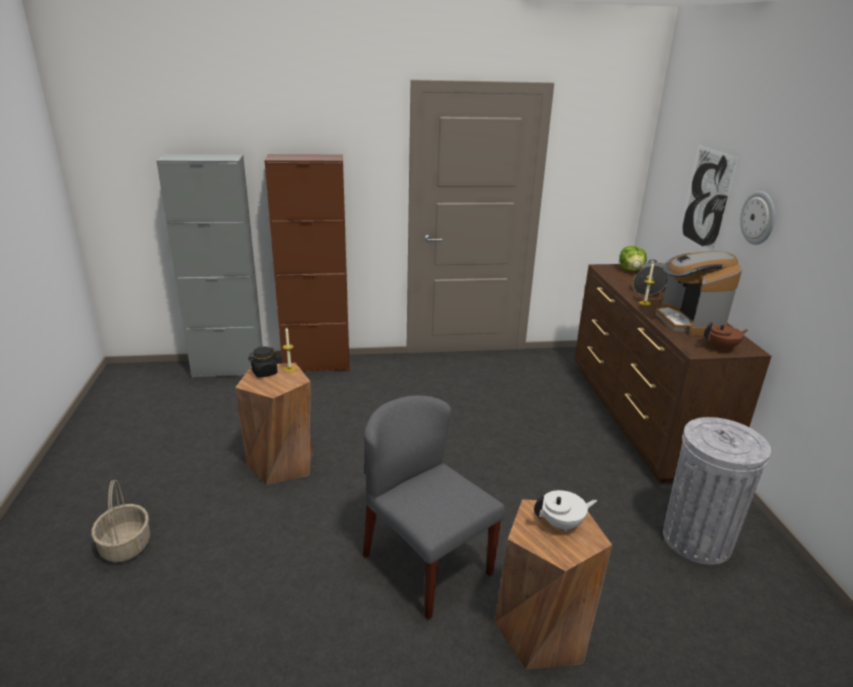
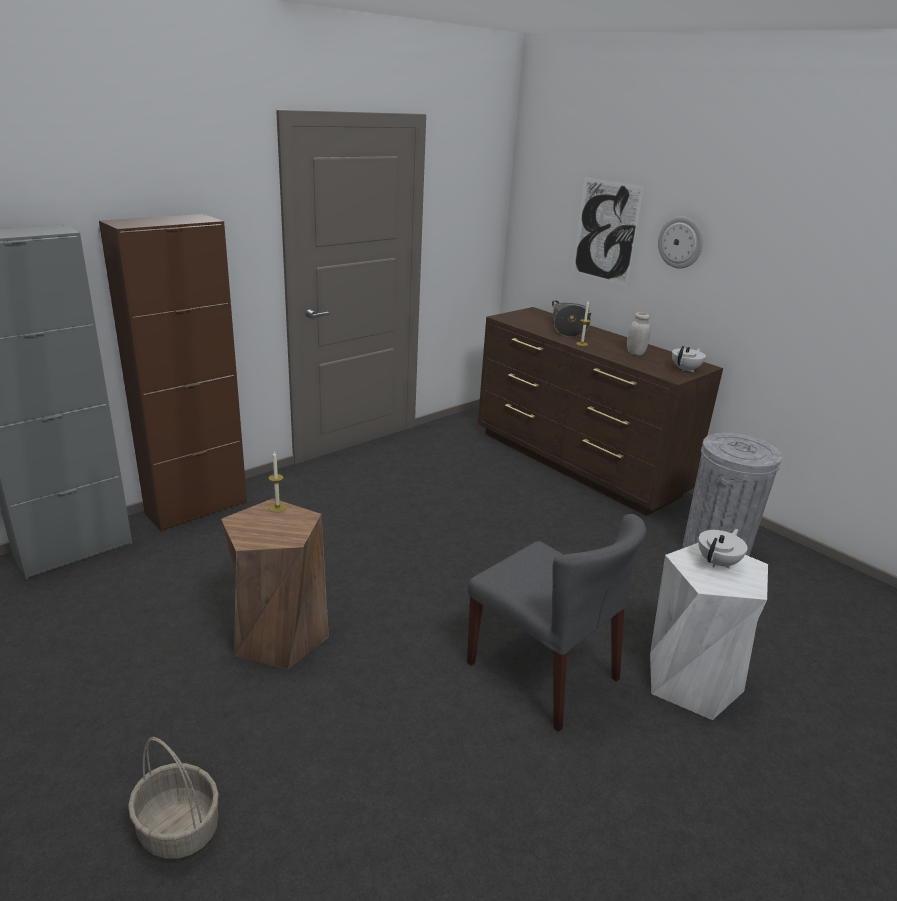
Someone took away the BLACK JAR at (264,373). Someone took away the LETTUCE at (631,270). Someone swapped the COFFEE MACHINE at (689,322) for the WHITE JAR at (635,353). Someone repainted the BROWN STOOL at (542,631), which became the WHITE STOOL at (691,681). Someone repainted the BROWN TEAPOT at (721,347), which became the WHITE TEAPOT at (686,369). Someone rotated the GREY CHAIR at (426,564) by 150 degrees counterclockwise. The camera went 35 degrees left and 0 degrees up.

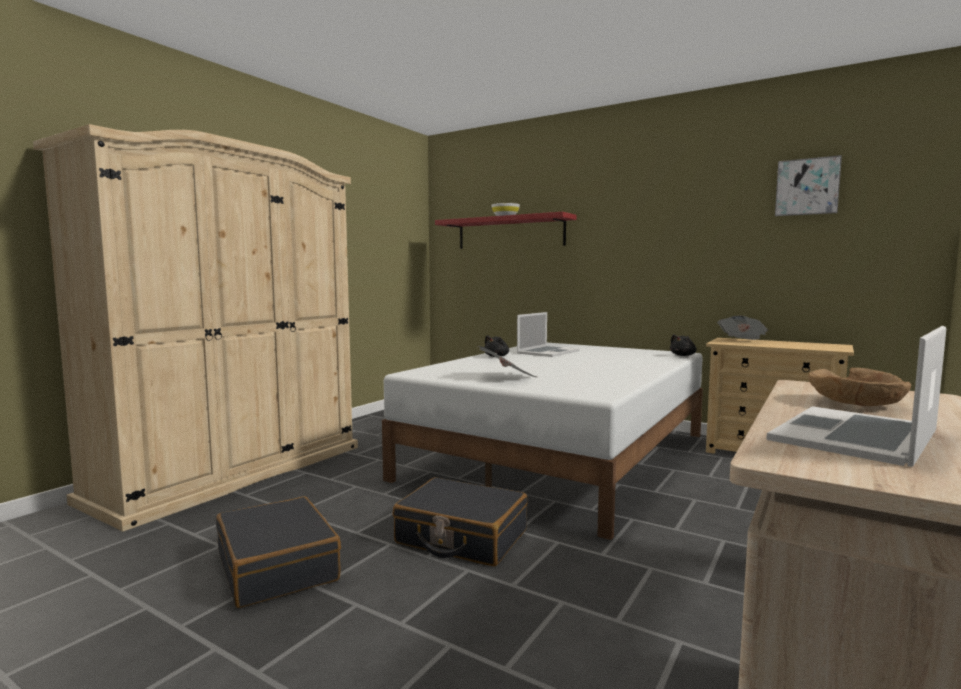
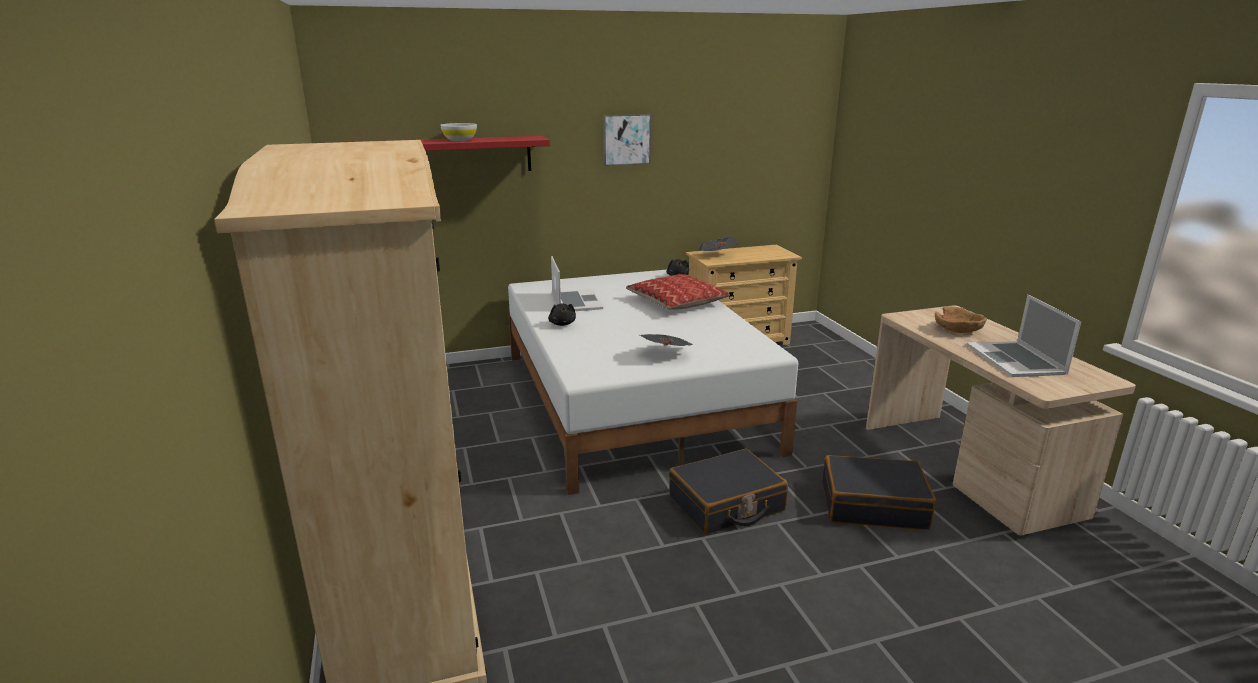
Someone put down the PILLOW at (677,302). Someone carried the BLACK SUITCASE from (278,566) to (873,505). Someone carried the PICTURE from (807,187) to (626,139). The camera went 50 degrees left and 15 degrees up.

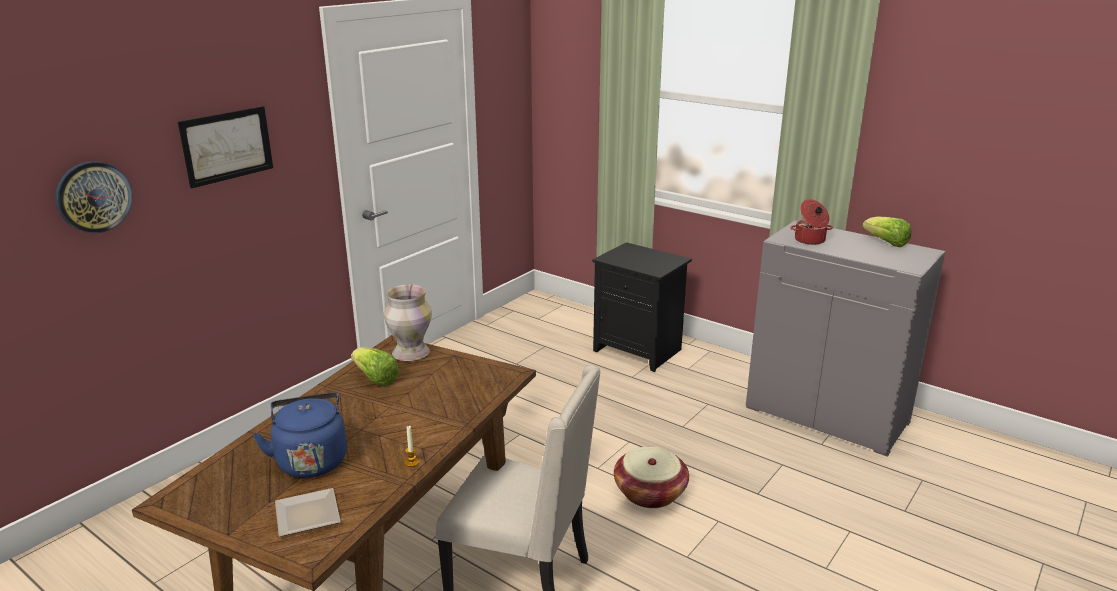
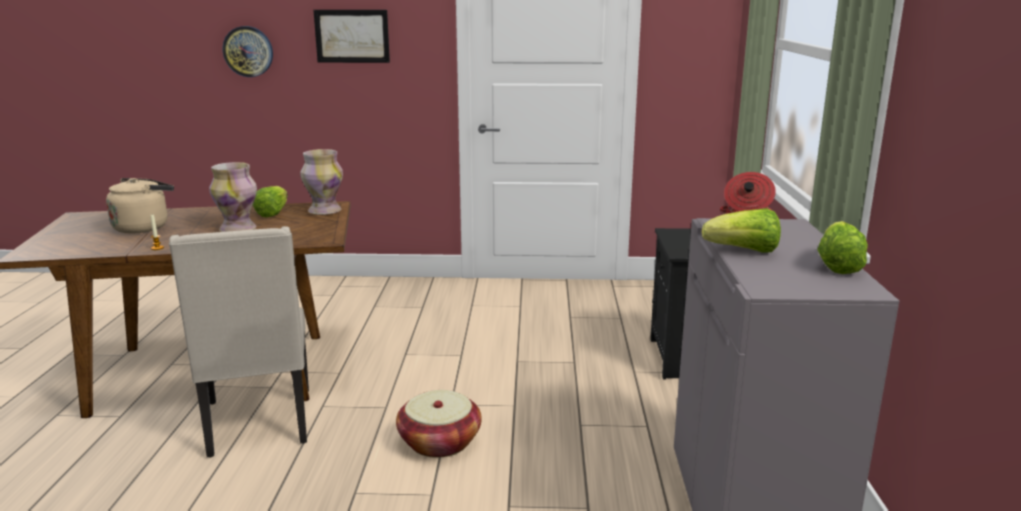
Someone took away the PLATE at (309,514). Someone put down the VASE at (238,229). Someone put down the LETTUCE at (743,251). Someone repainted the BLUE KETTLE at (311,460), which became the BEIGE KETTLE at (144,227). The camera went 55 degrees right and 5 degrees down.

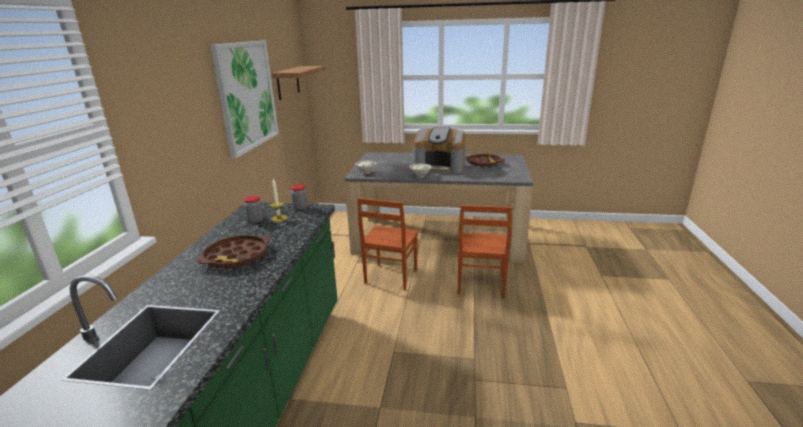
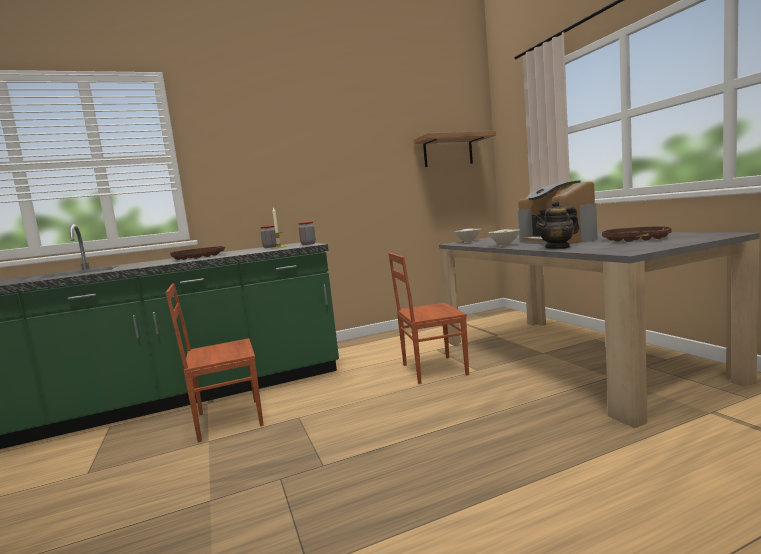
Someone took away the PICTURE at (247,96). Someone put down the TEAPOT at (558,248). Someone carried the BROWN CHAIR from (480,285) to (228,419). The camera went 60 degrees right and 15 degrees down.

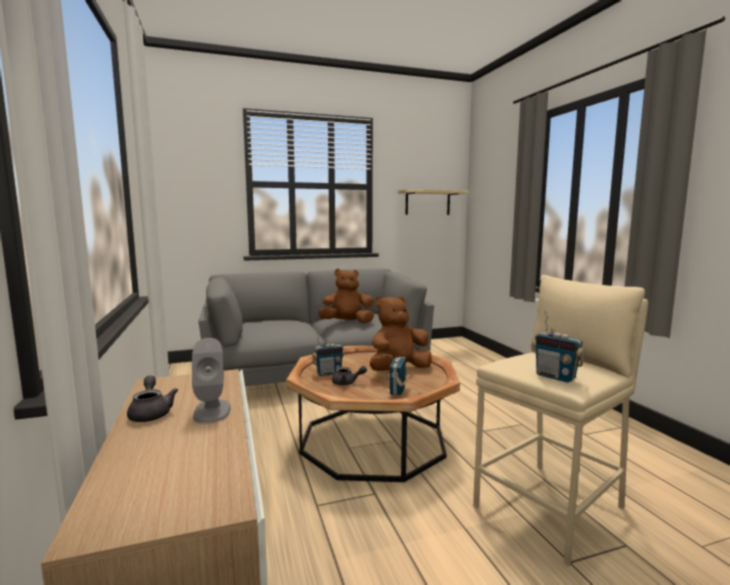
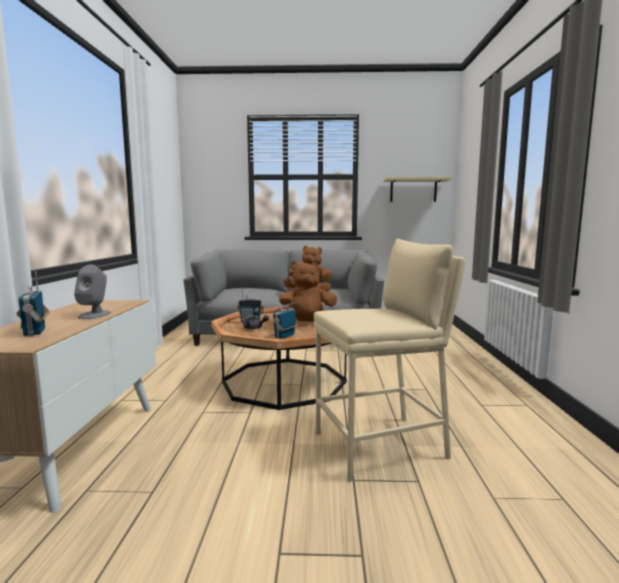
Someone took away the GREY TEAPOT at (151,413). Someone carried the RADIO from (555,377) to (35,332). The camera went 20 degrees right and 0 degrees up.

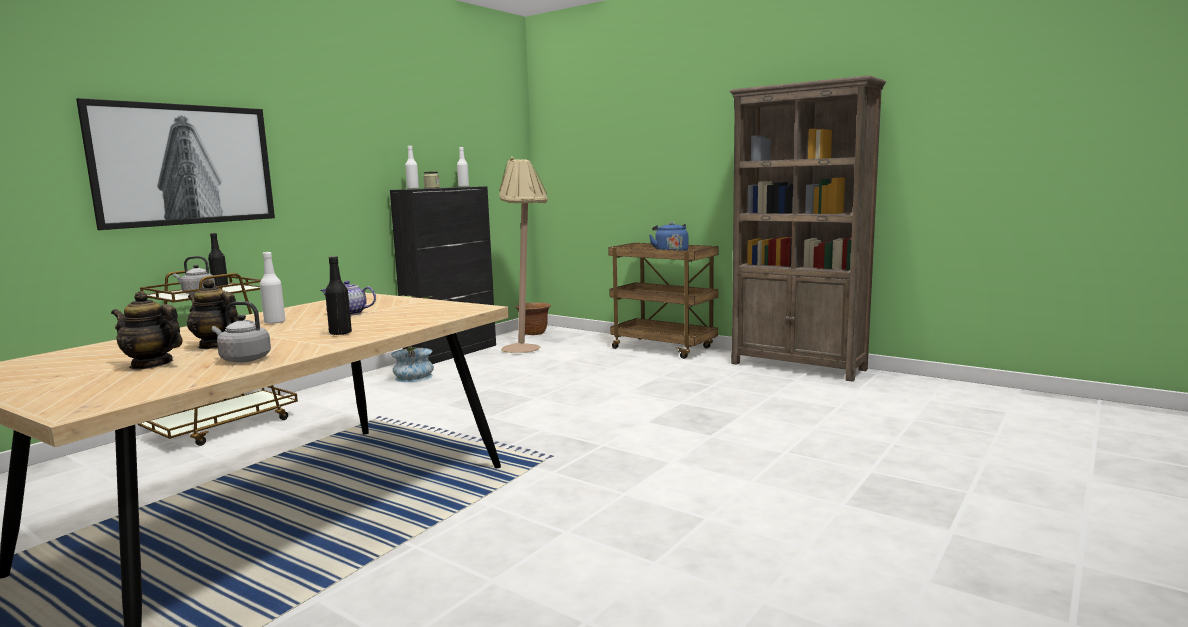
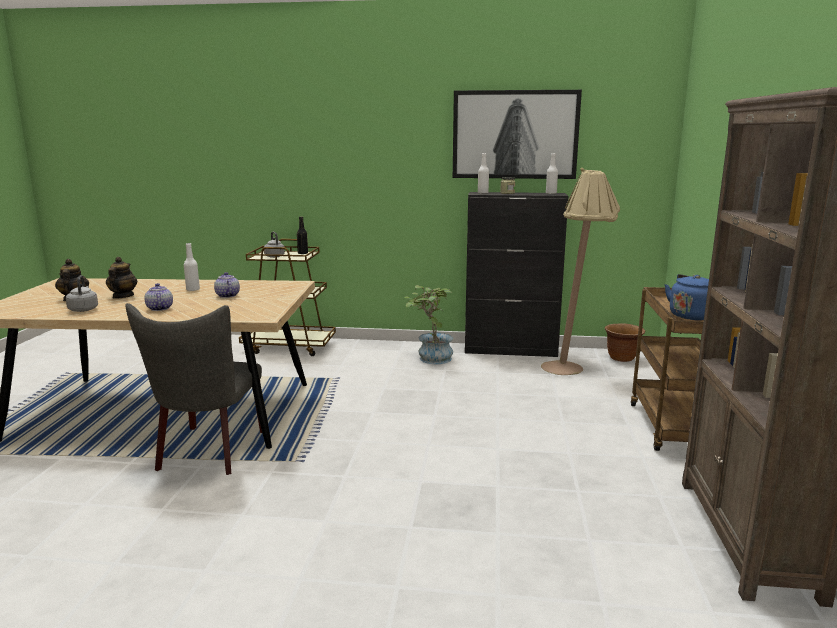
Someone put down the GREY CHAIR at (208,453). Someone carried the PICTURE from (185,164) to (515,135). Someone swapped the BLACK BOTTLE at (340,333) for the TEAPOT at (159,308). The camera went 60 degrees right and 5 degrees up.

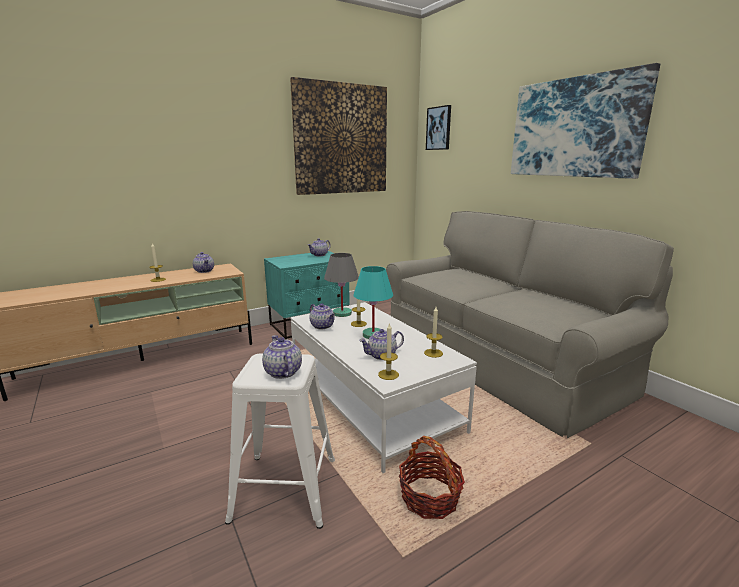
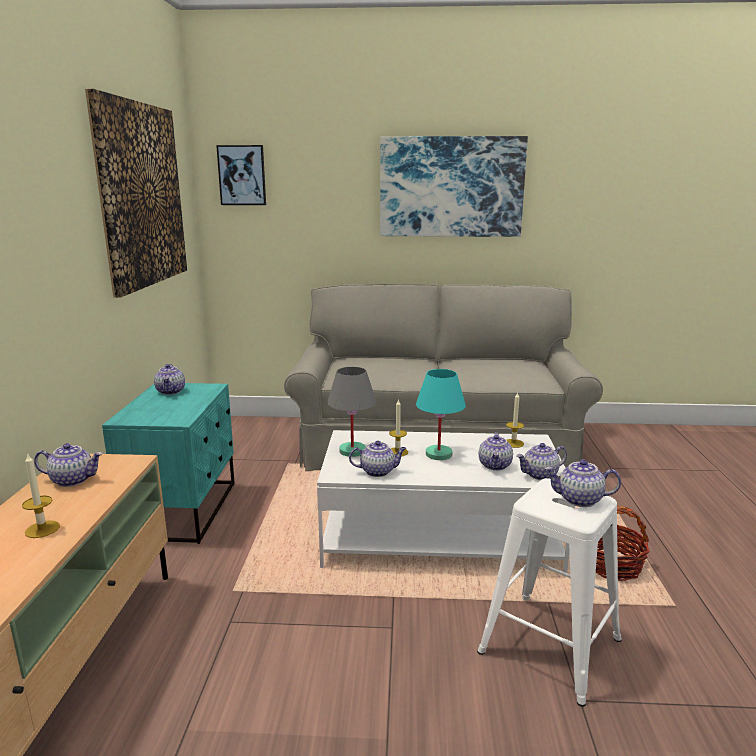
Someone swapped the CANDLE at (388,374) for the TEAPOT at (540,475). The camera went 55 degrees left and 0 degrees up.

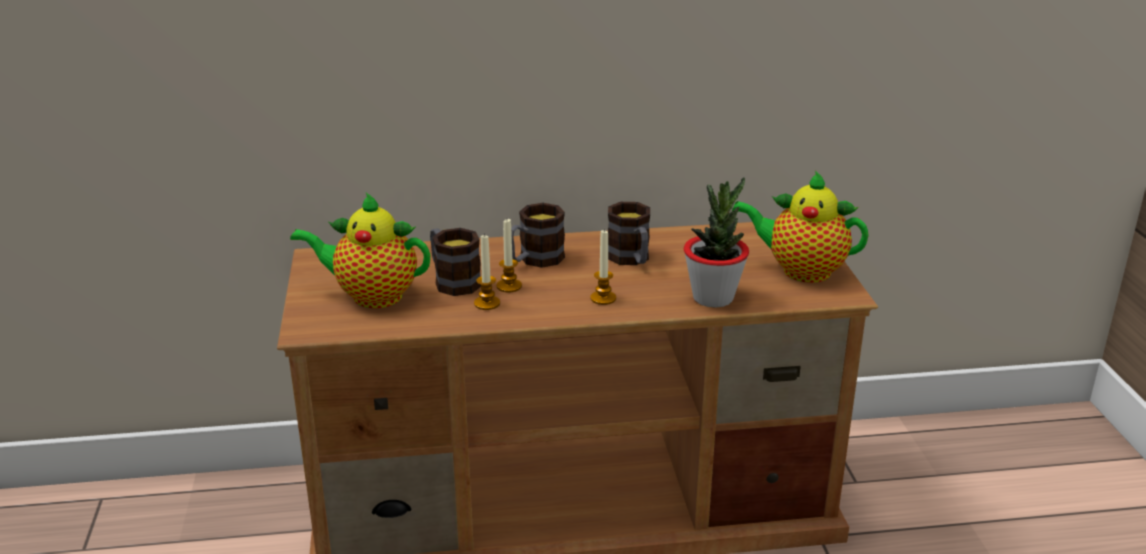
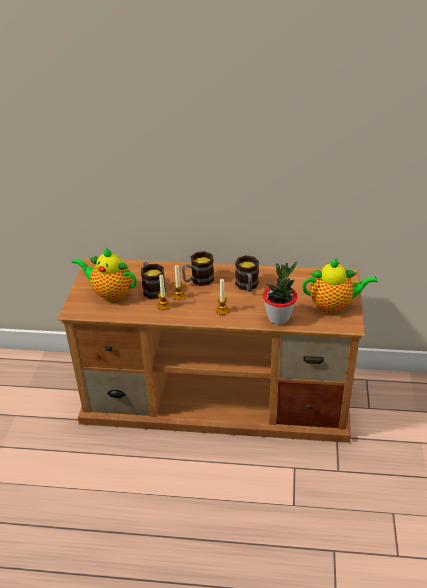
Someone rotated the TEAPOT at (800,271) by 150 degrees clockwise. The camera went 15 degrees right and 10 degrees up.

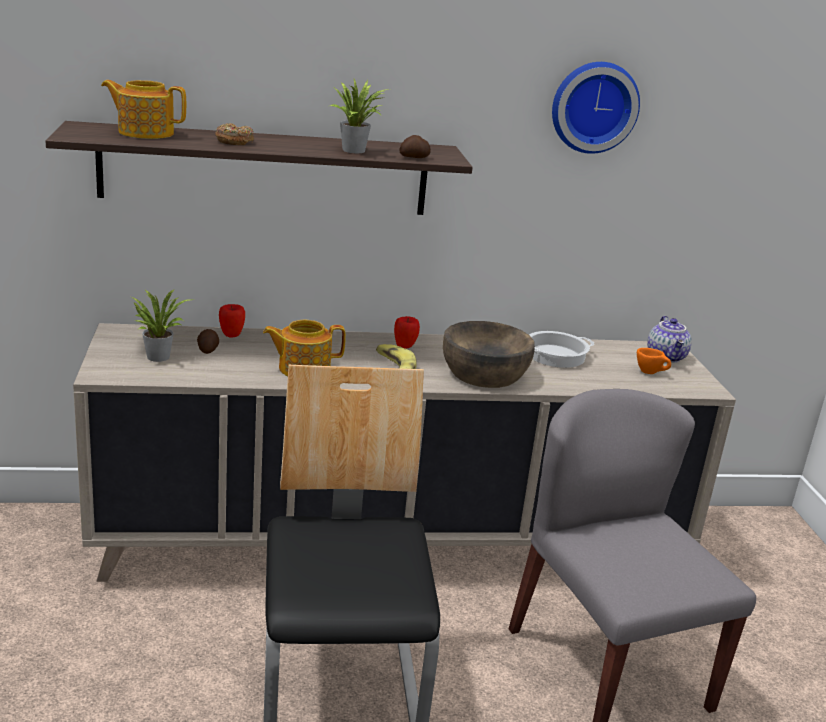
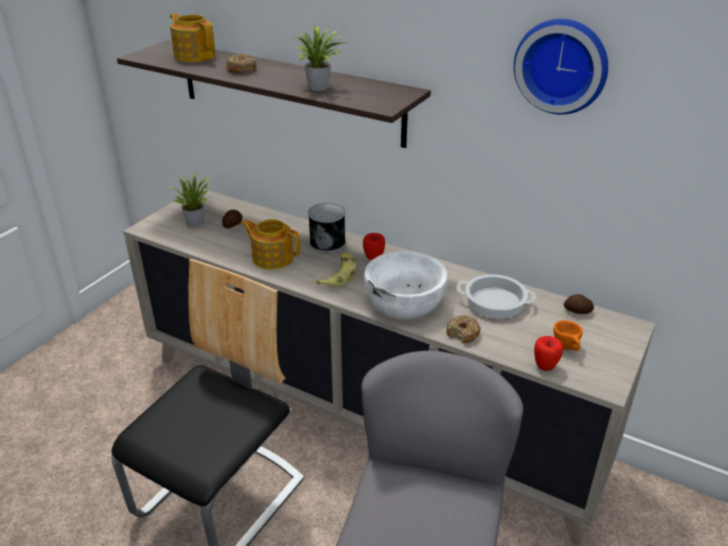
Someone took away the TEAPOT at (667,357). Someone put down the CAN at (328,242). Someone put down the DONUT at (463,333). Someone carried the APPLE from (231,335) to (545,366). Someone carried the POTATO from (415,157) to (577,311). Someone repainted the BROWN BOWL at (485,373), which became the WHITE BOWL at (404,302). The camera went 40 degrees right and 10 degrees up.

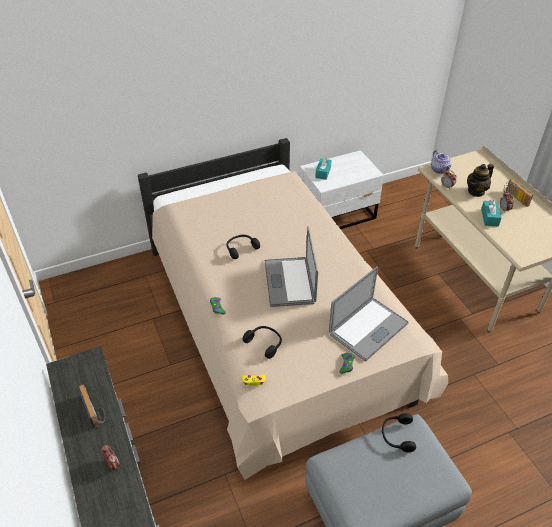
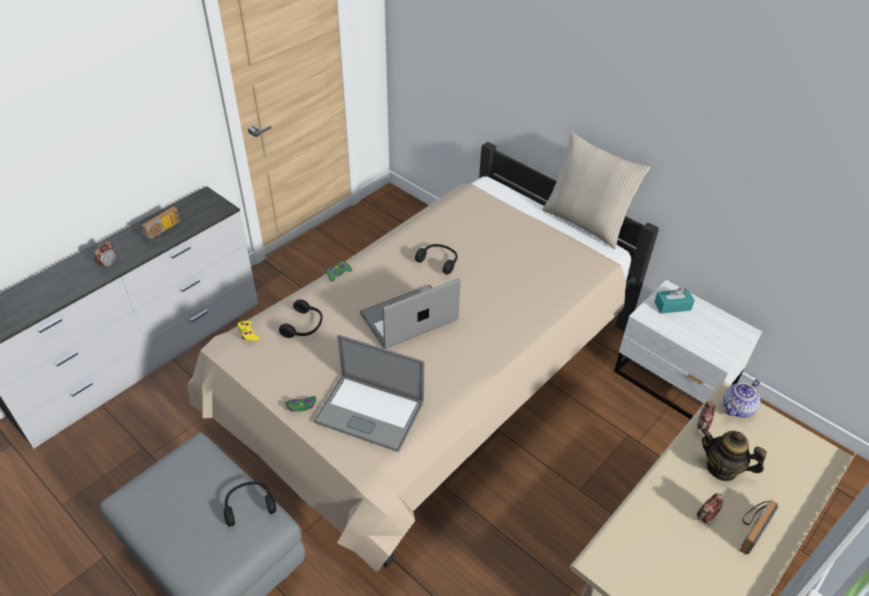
Someone took away the TURQUOISE TISSUE BOX at (489,217). Someone put down the BEIGE PILLOW at (586,222). The camera went 65 degrees right and 0 degrees up.

